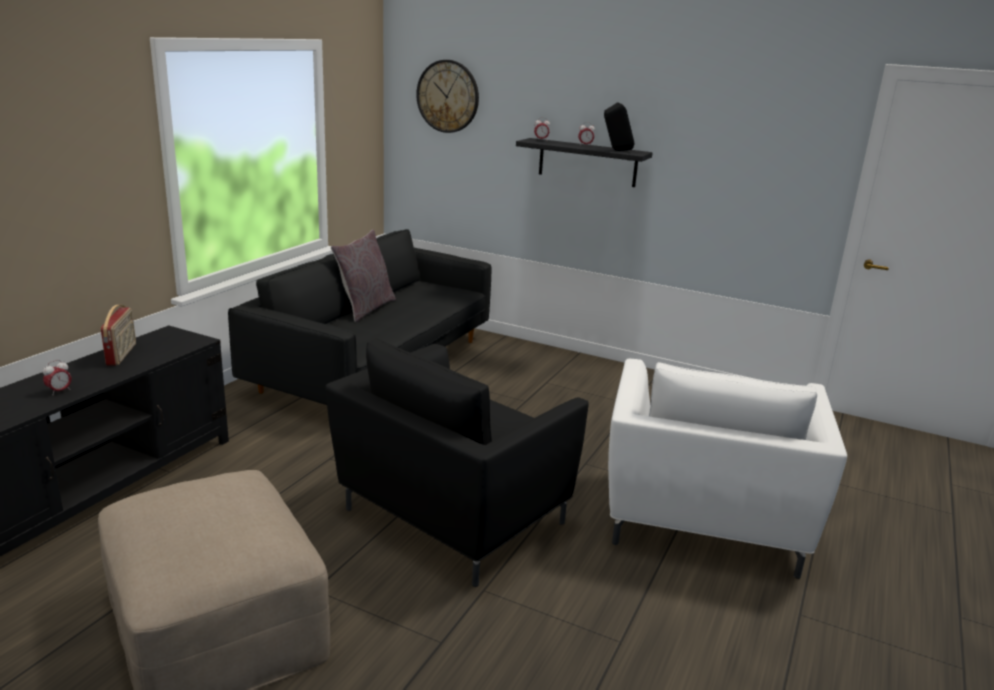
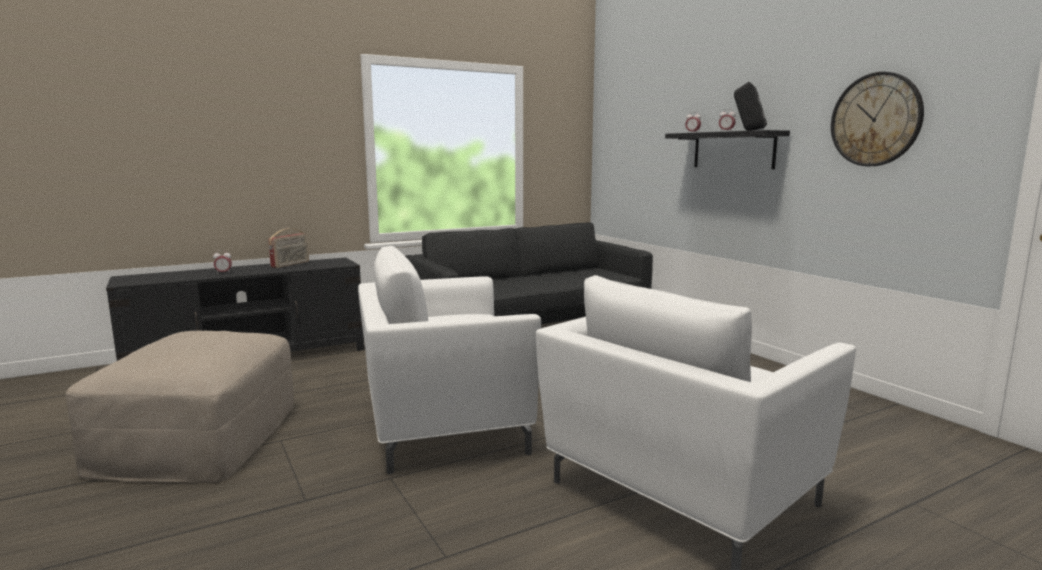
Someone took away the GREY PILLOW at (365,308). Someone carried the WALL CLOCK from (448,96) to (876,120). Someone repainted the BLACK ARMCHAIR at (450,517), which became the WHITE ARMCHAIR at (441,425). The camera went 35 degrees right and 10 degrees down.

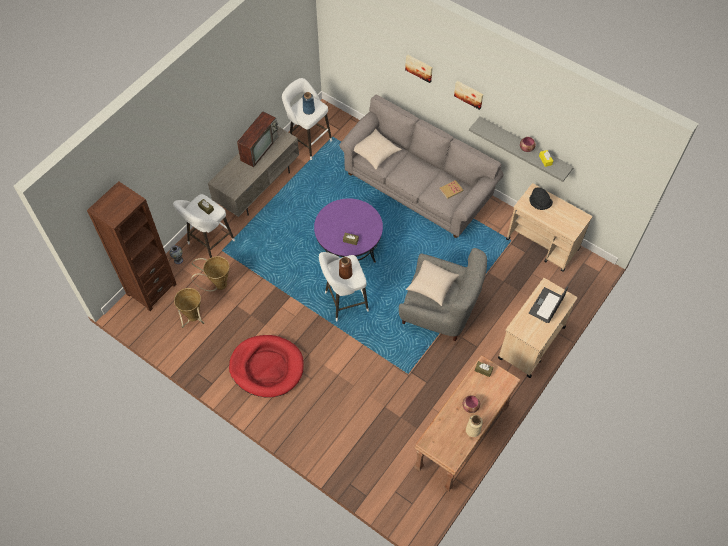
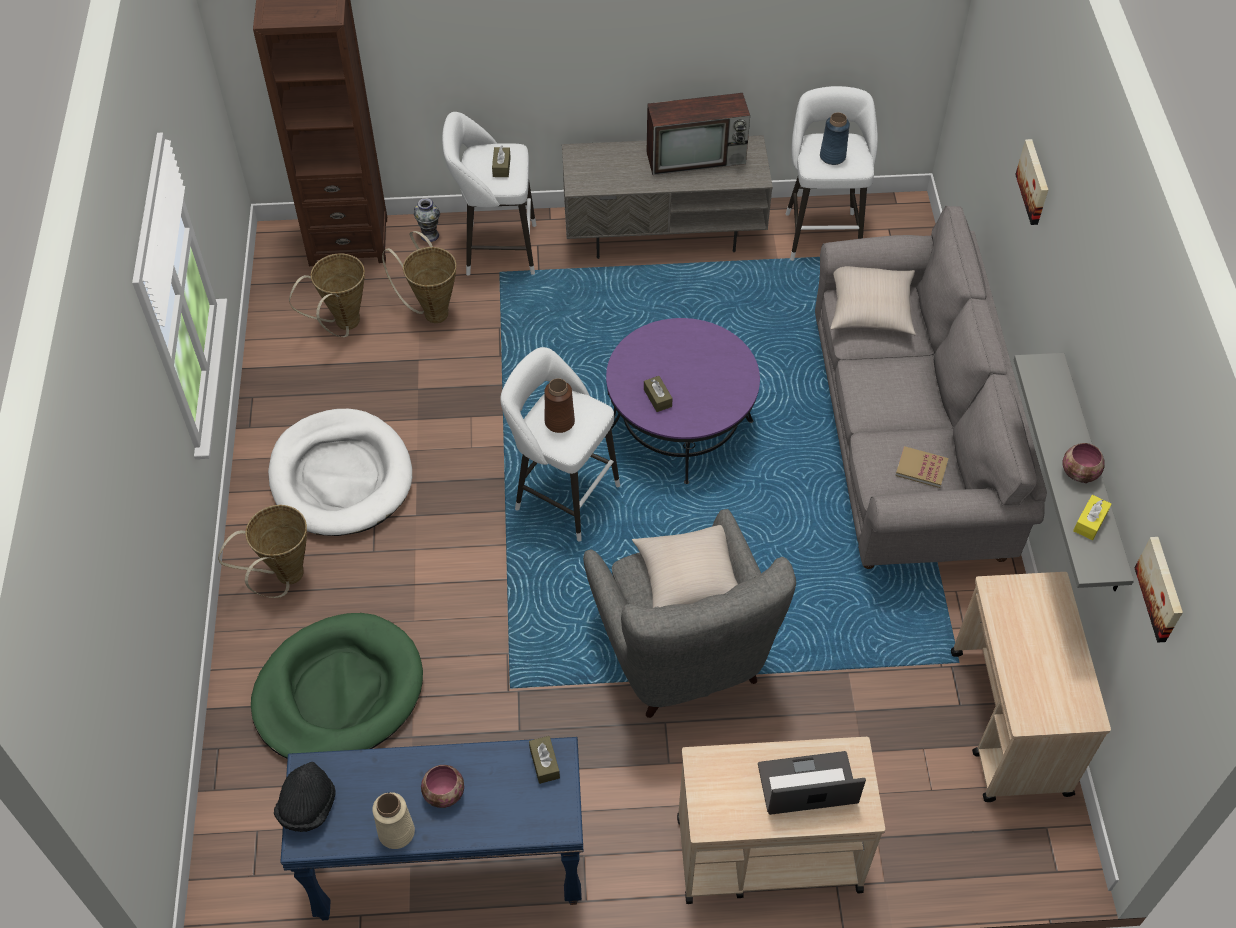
Someone put down the BASKET at (284,578). Someone put down the GREEN DOG BED at (338,692). Someone carried the PICTURE from (469,94) to (1162,589). Someone carried the BLACK HAT from (539,203) to (307,807). Someone repainted the RED DOG BED at (267,367), which became the WHITE DOG BED at (341,476). Someone repainted the BROWN CONSOLE TABLE at (461,440), which became the BLUE CONSOLE TABLE at (448,871). The camera went 50 degrees right and 5 degrees down.

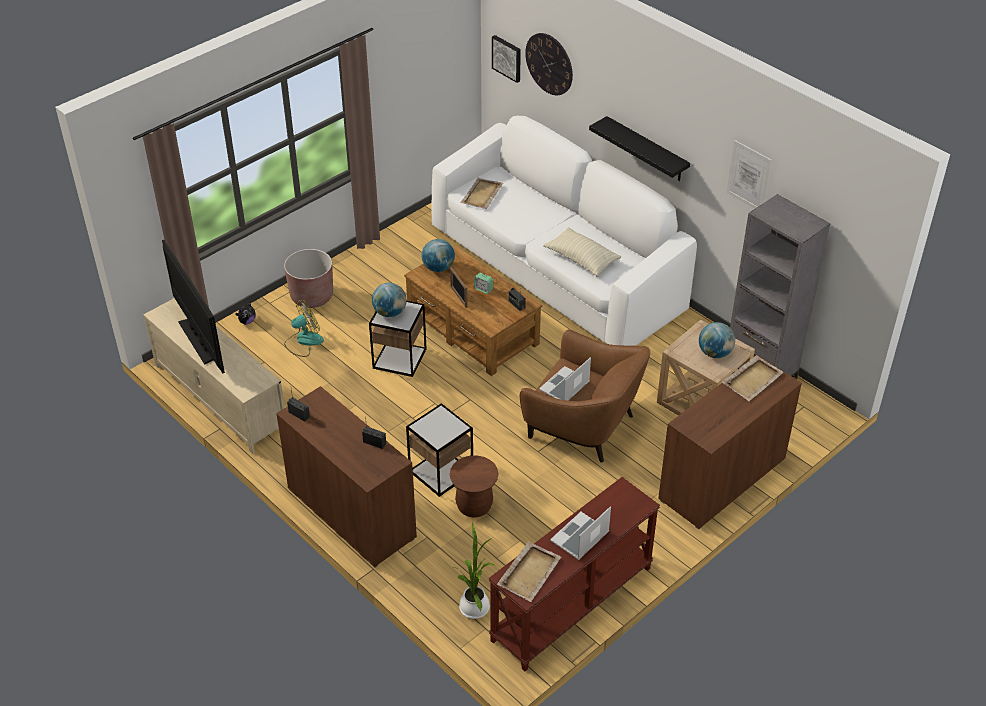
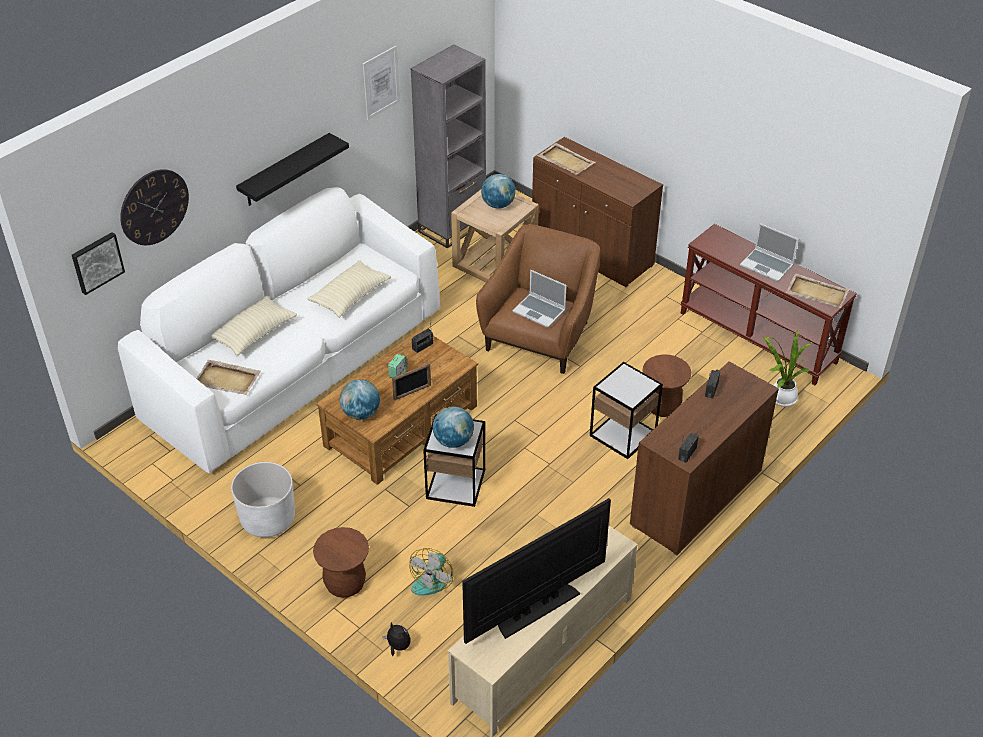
Someone put down the BEIGE PILLOW at (254,334). Someone put down the WHITE PLANTER at (268,519). Someone swapped the BROWN PLANTER at (312,296) for the BROWN STOOL at (345,583). Someone rotated the FAN at (303,341) by 120 degrees counterclockwise. The camera went 95 degrees left and 0 degrees up.

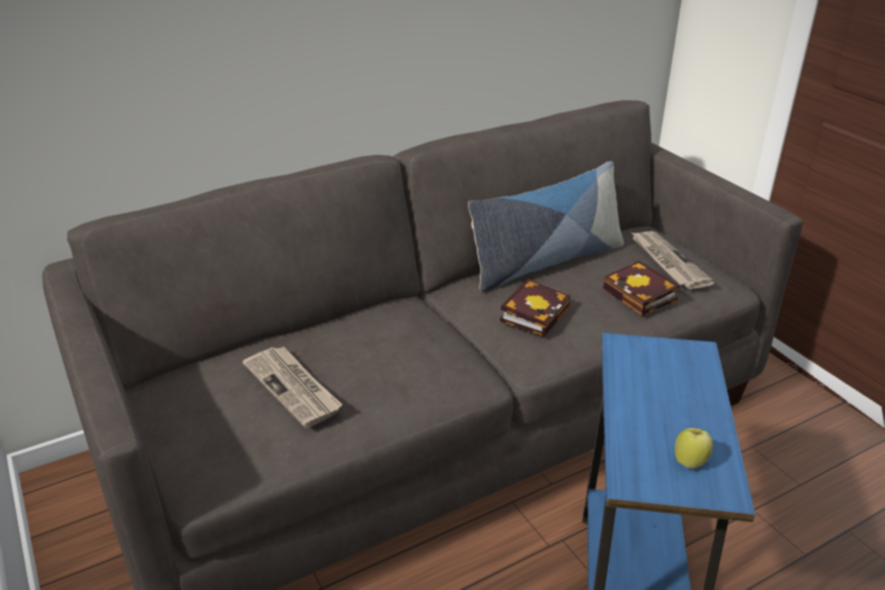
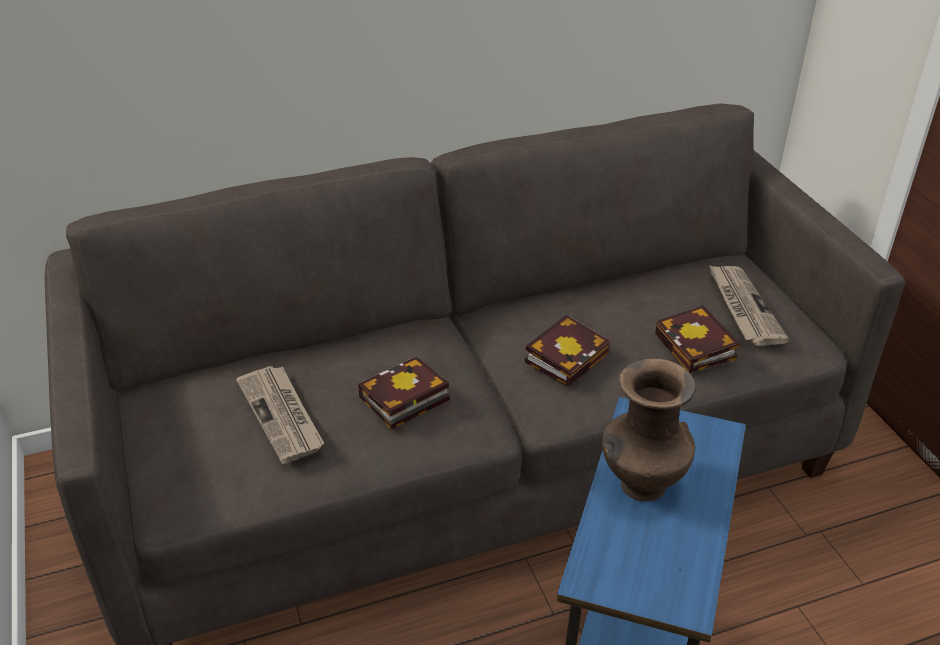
Someone took away the PILLOW at (546,261). Someone took away the APPLE at (690,461). Someone put down the BOOK at (402,401). Someone put down the BROWN VASE at (640,485). The camera went 10 degrees right and 5 degrees up.

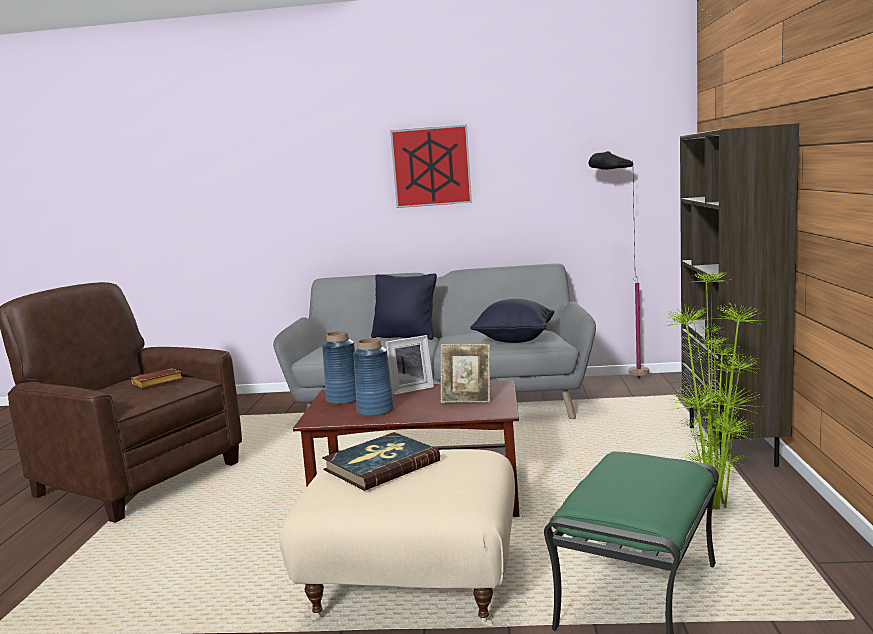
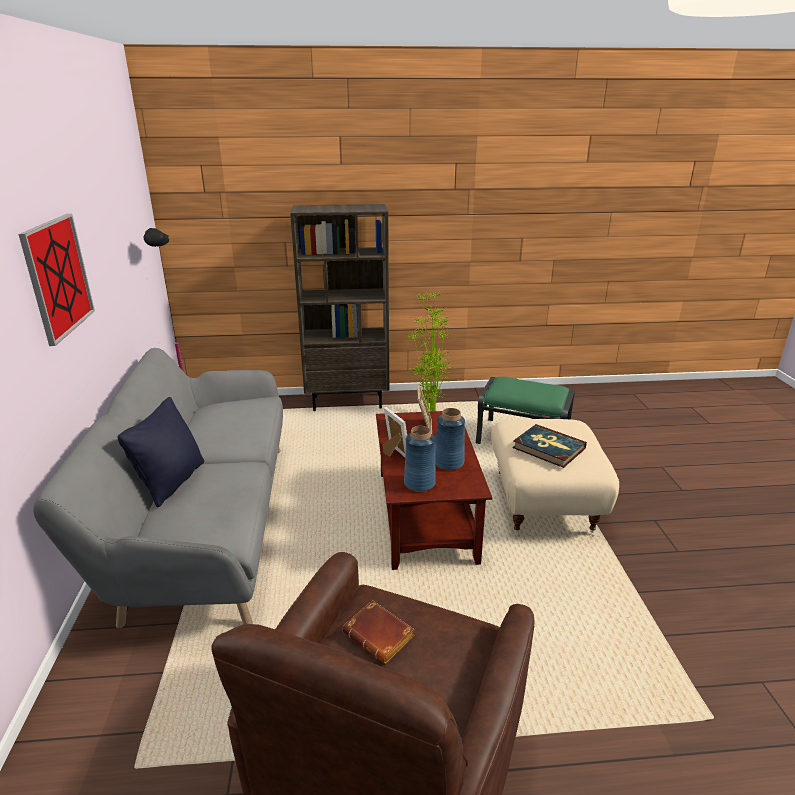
Someone took away the BLACK PILLOW at (515,340). The camera went 100 degrees left and 15 degrees up.

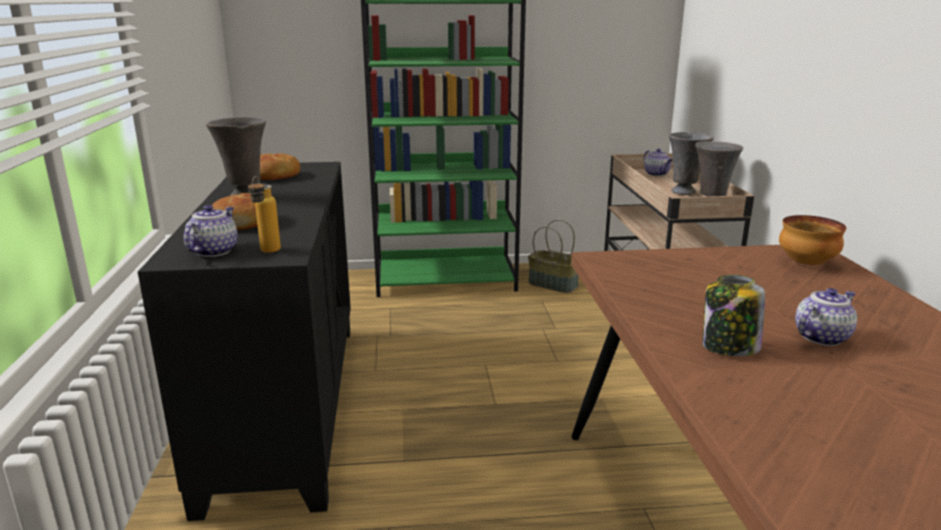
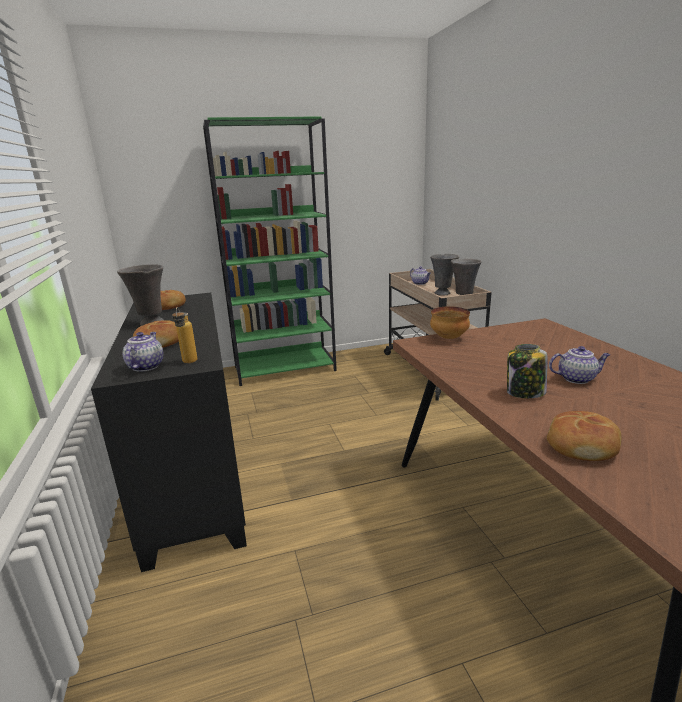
Someone took away the BASKET at (553,284). Someone put down the BREAD at (582,445). Someone carried the BOWL from (805,263) to (448,338). Someone rotated the TEAPOT at (821,337) by 45 degrees clockwise. The camera went 10 degrees left and 0 degrees up.

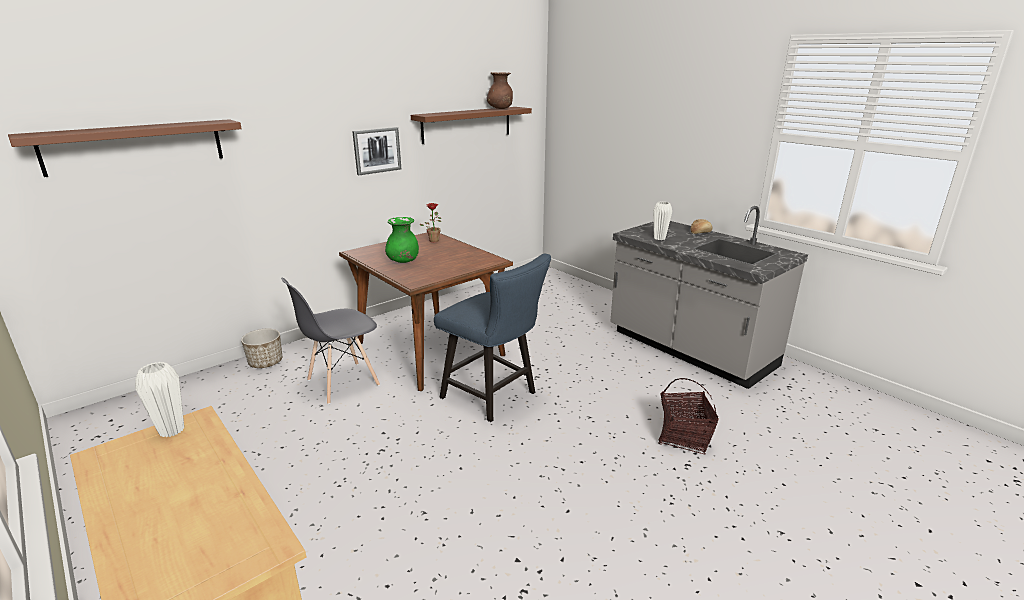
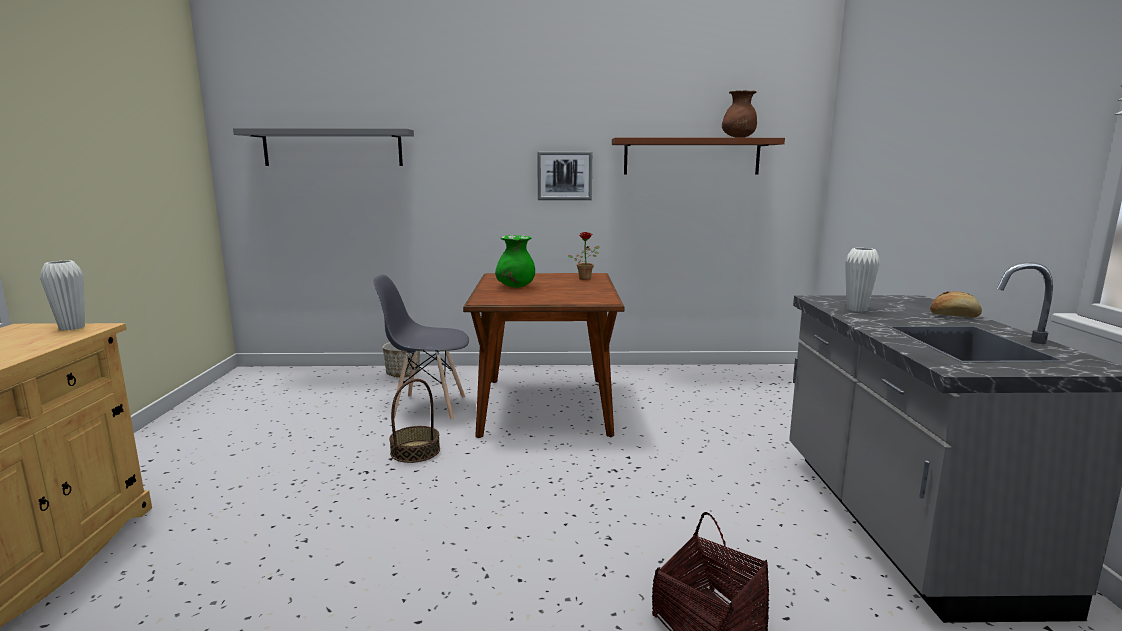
Someone took away the BLUE CHAIR at (494,397). Someone put down the BASKET at (415,451). Someone repainted the BROWN SHELF at (135,146), which became the GREY SHELF at (333,148). The camera went 40 degrees right and 10 degrees down.

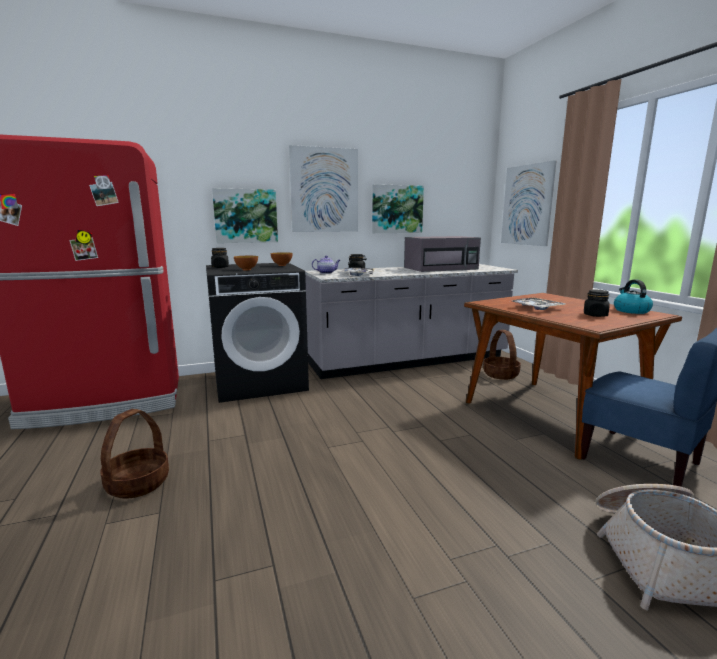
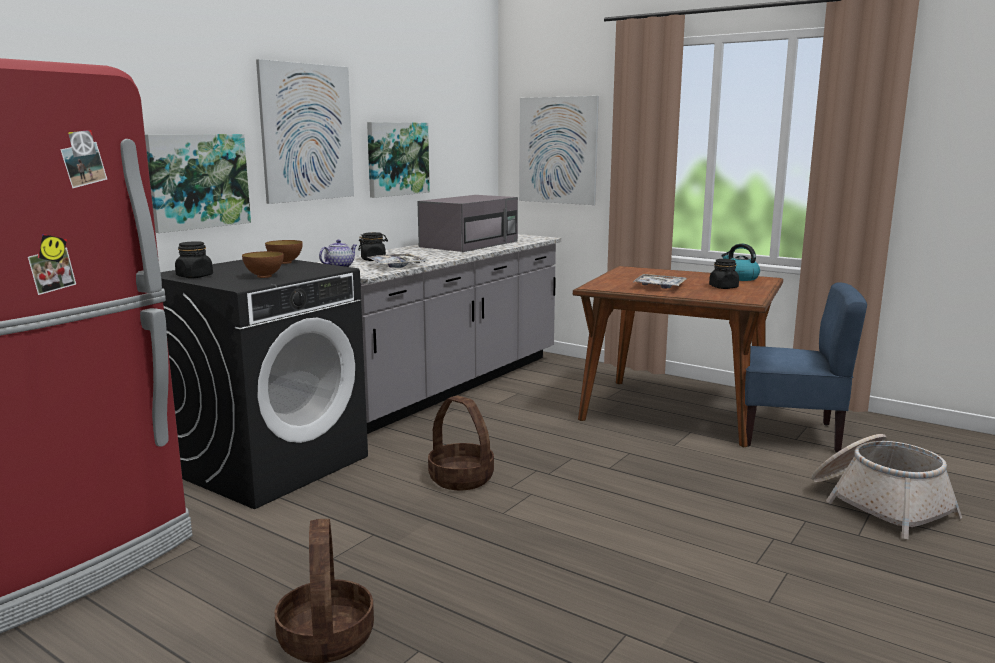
Someone carried the BASKET from (500,374) to (460,479). The camera went 35 degrees left and 0 degrees up.

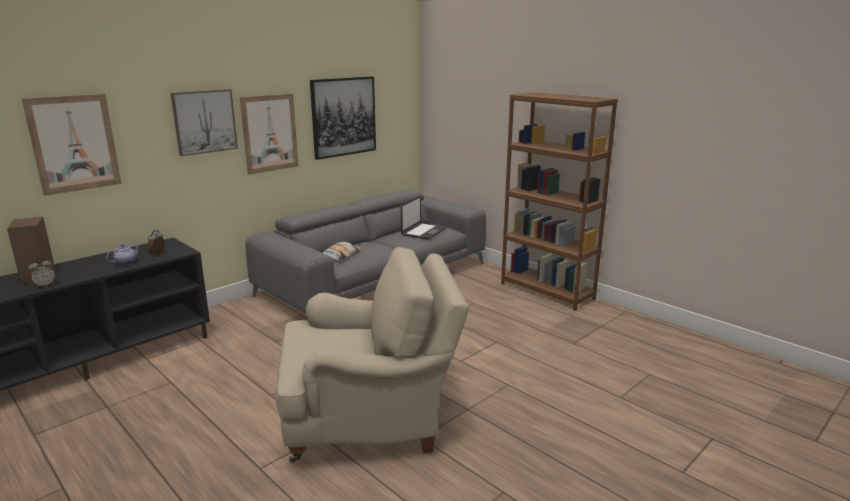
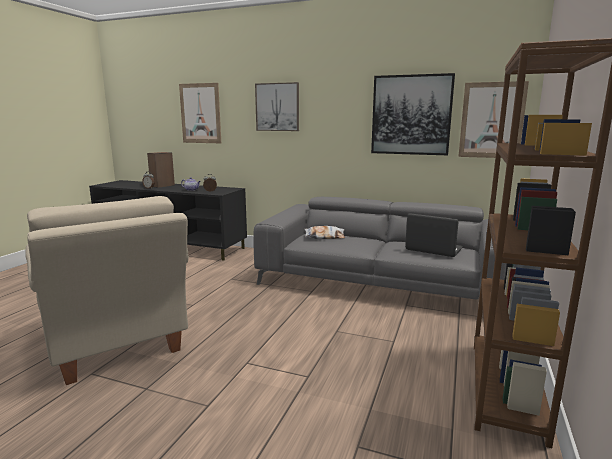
Someone carried the PICTURE from (270,133) to (491,120). Someone rotated the LAPTOP at (423,232) by 150 degrees counterclockwise. The camera went 65 degrees right and 5 degrees down.

